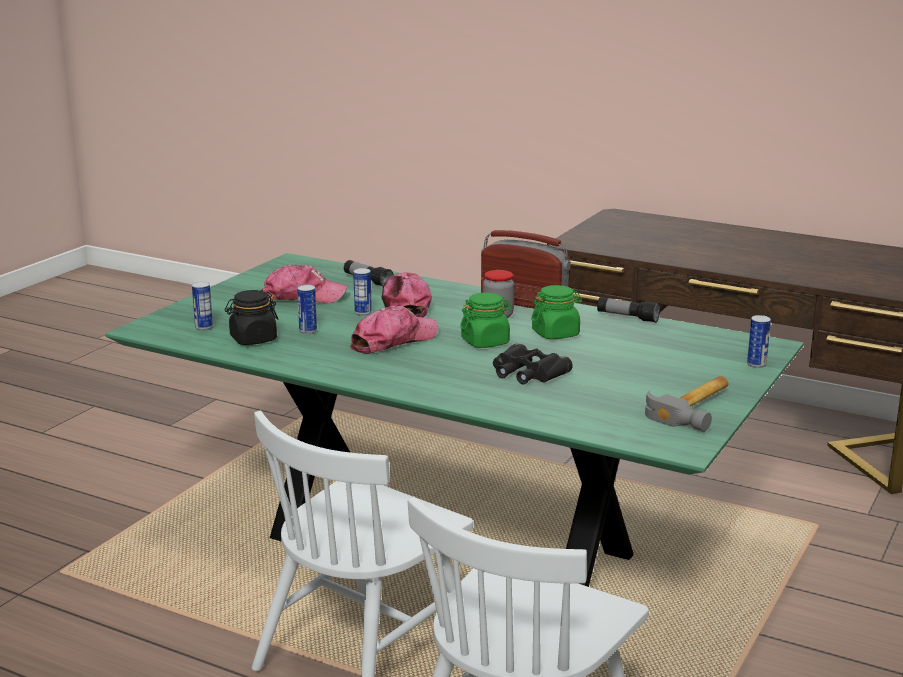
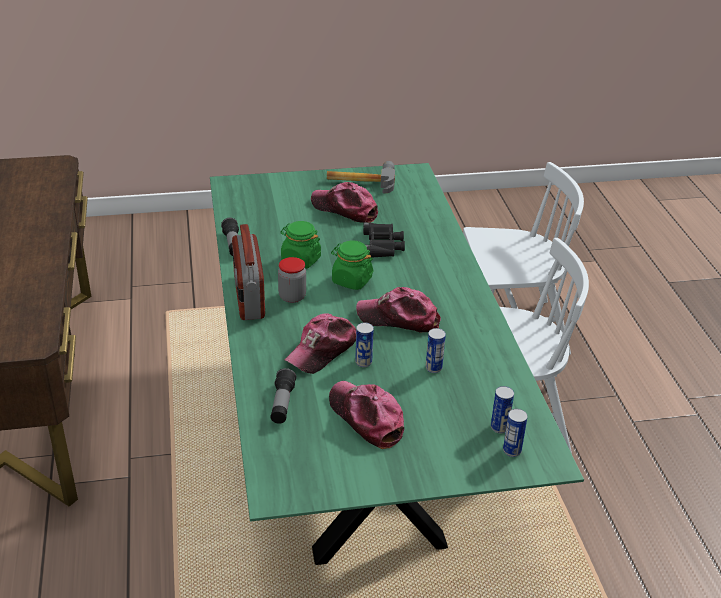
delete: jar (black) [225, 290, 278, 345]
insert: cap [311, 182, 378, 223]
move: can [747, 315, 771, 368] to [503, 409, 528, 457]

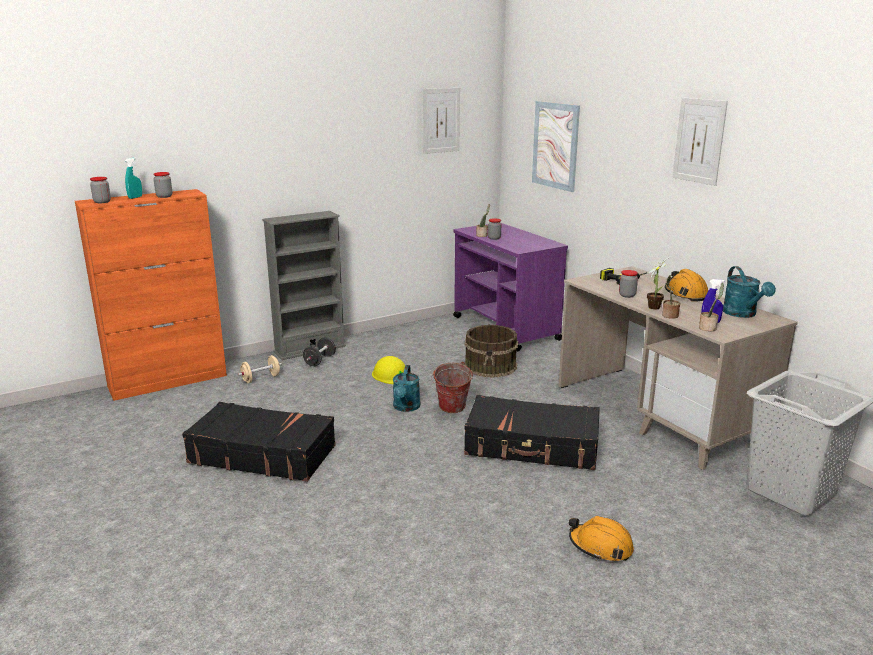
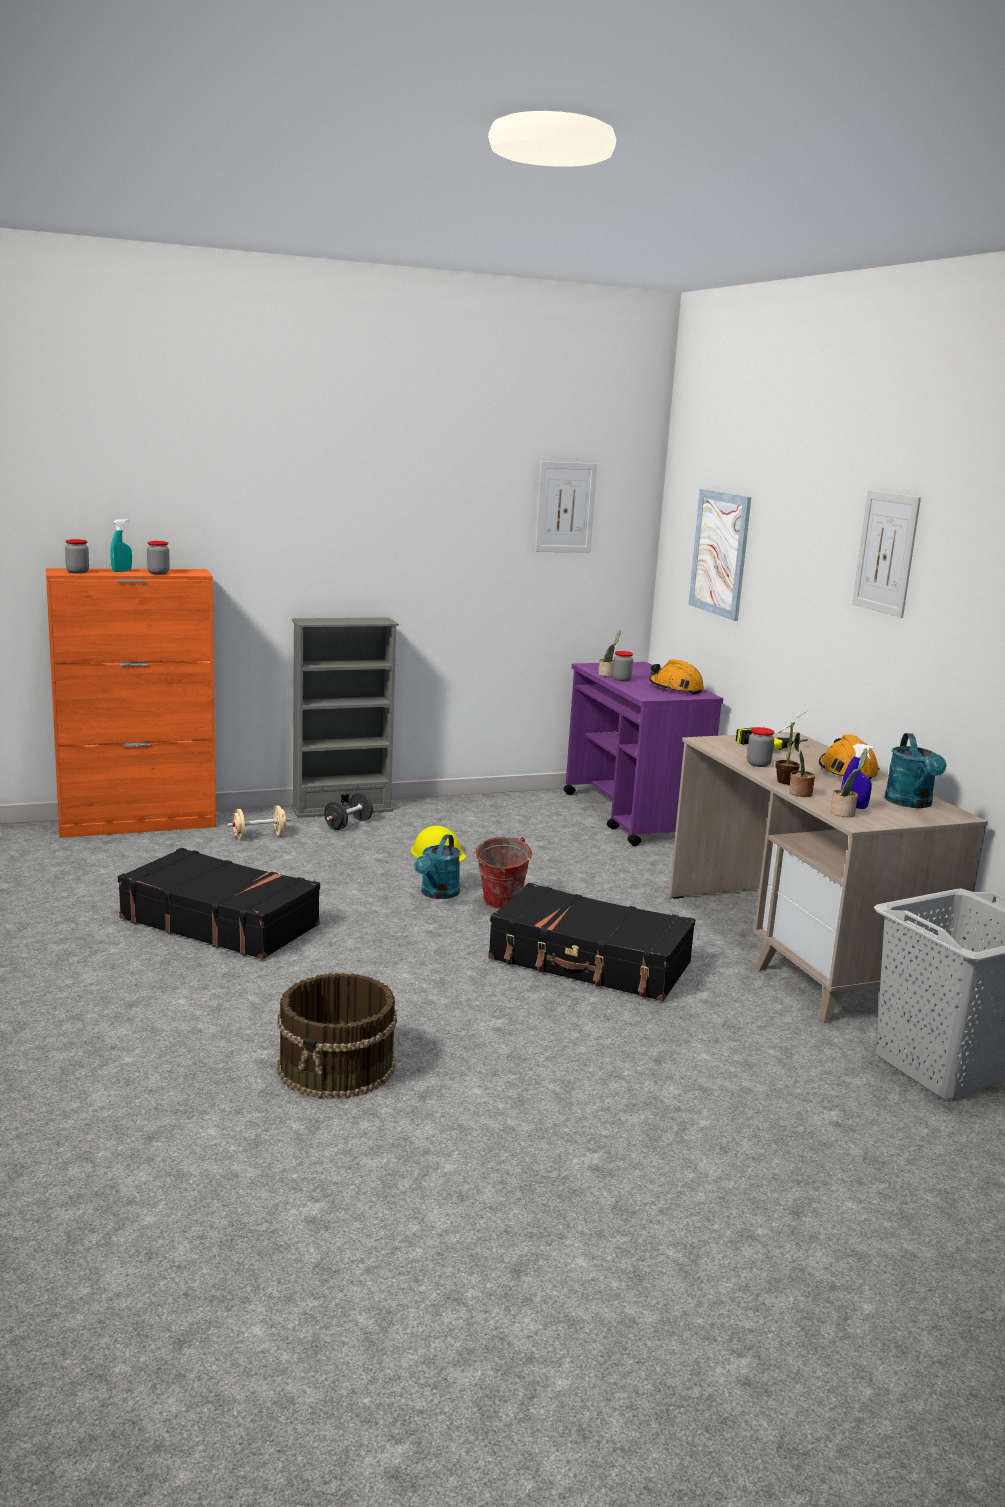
move: bucket (brown) [464, 325, 518, 378] to [277, 973, 397, 1100]; hard hat (orange) [569, 516, 634, 561] to [649, 659, 704, 694]

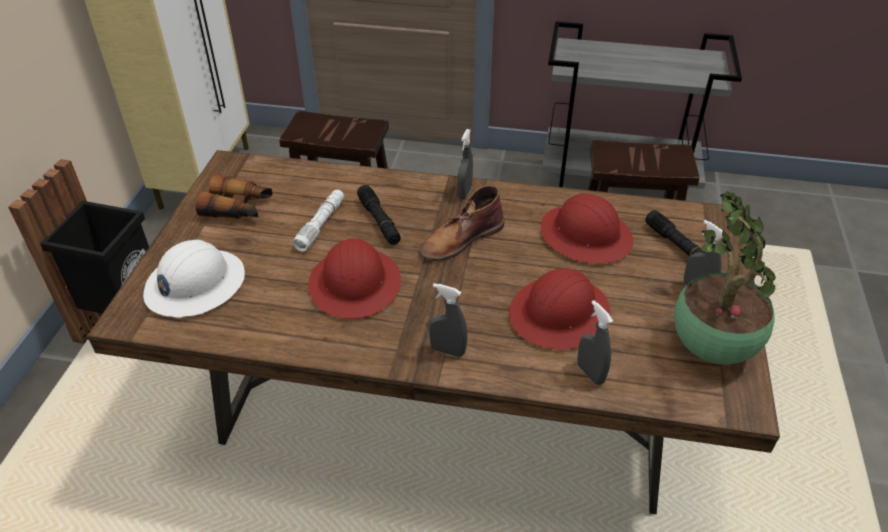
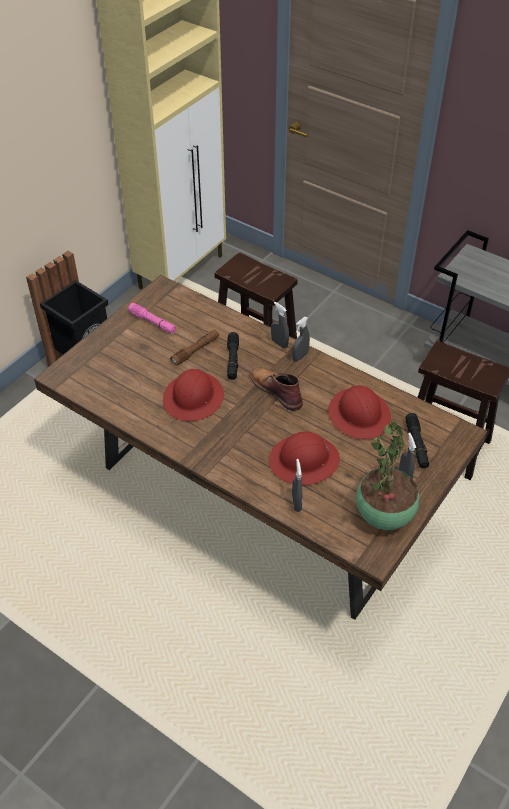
delete: hard hat (white) [143, 240, 245, 318]
move: spray bottle (grey) [429, 283, 468, 357] to [271, 302, 289, 348]
replace: binoculars [196, 174, 273, 219] to flashlight (pink) [128, 303, 176, 334]
recolor: flashlight (white) [293, 190, 344, 251] to flashlight (brown) [170, 330, 219, 366]
rotate: boot (brown) [419, 185, 504, 261] = [250, 367, 303, 411] 60 degrees clockwise

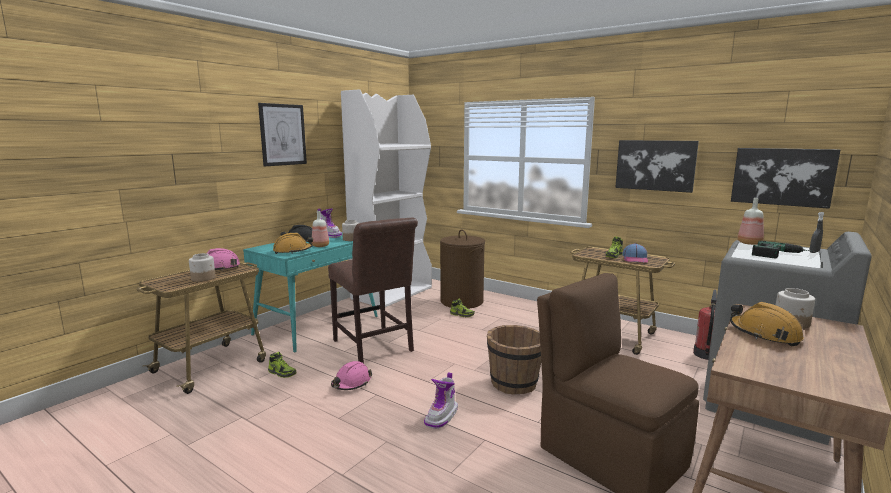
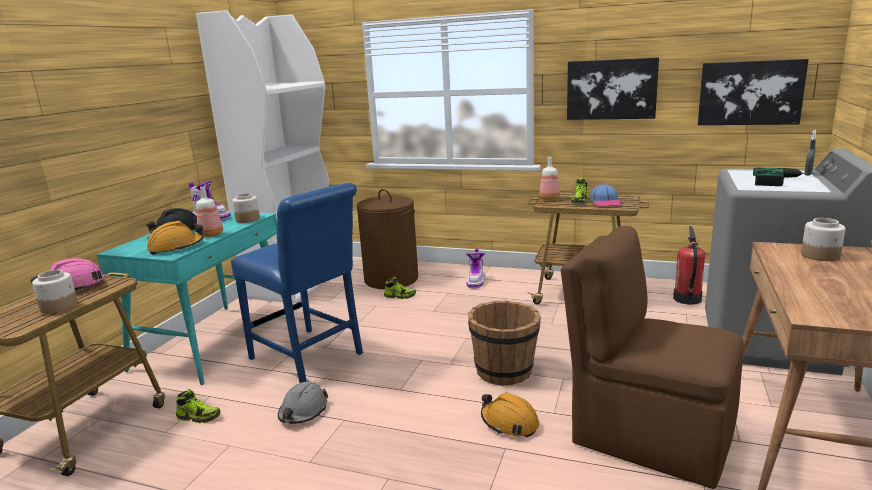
delete: picture [258, 103, 307, 166]
move: bottle [737, 198, 764, 245] to [539, 157, 560, 200]; hard hat (orange) [730, 302, 804, 347] to [481, 392, 539, 437]; boot [424, 372, 458, 429] to [466, 249, 485, 288]
recolor: chair (brown) [328, 218, 418, 363] to chair (blue) [231, 183, 363, 383]; hard hat (pink) [331, 361, 372, 390] to hard hat (grey) [278, 382, 328, 424]

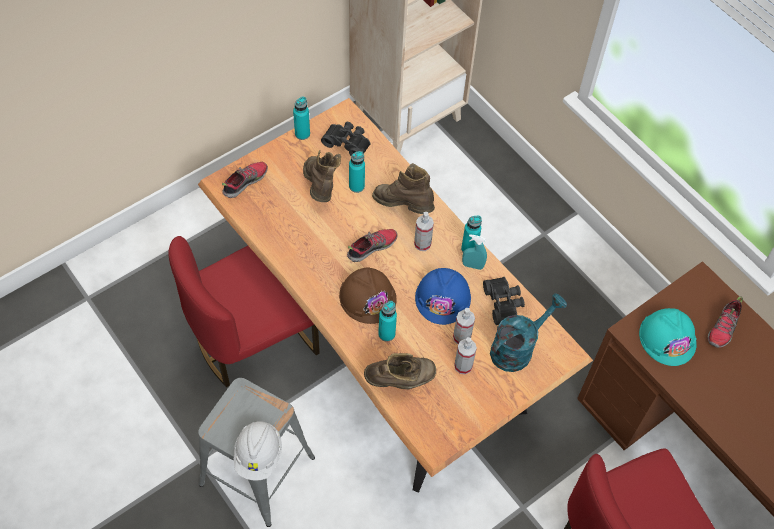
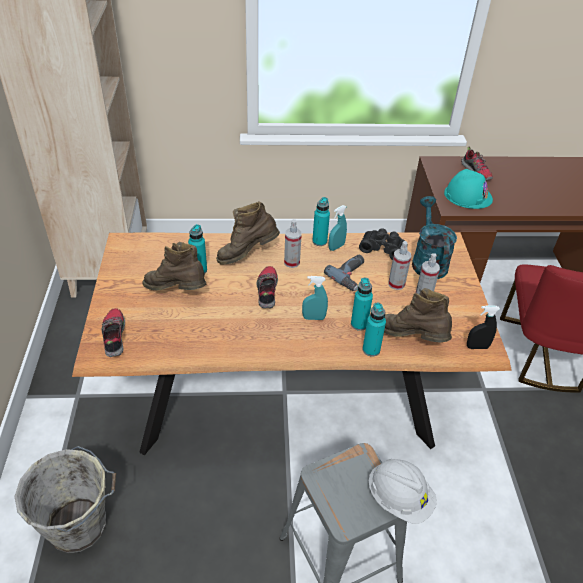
delete: binoculars (black) [321, 122, 370, 156]; chair (red) [168, 236, 320, 387]
insert: spray bottle (black) [467, 306, 500, 349]; bucket (grey) [15, 446, 116, 553]
move: bottle (turquoise) [293, 96, 310, 140] to [362, 303, 386, 357]
replace: hard hat (brown) [339, 267, 397, 324] to spray bottle (turquoise) [302, 276, 328, 320]; hard hat (blue) [415, 268, 471, 325] to power drill [324, 255, 364, 291]
rotate: boot (brown) [364, 353, 436, 389] = [384, 288, 452, 342] 75 degrees counterclockwise

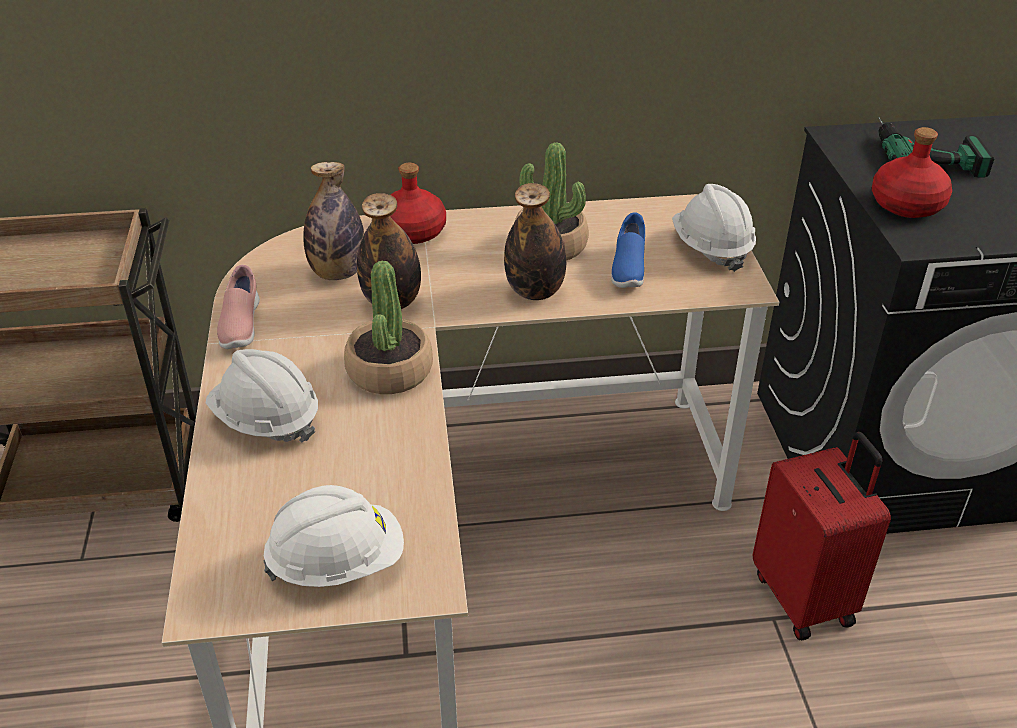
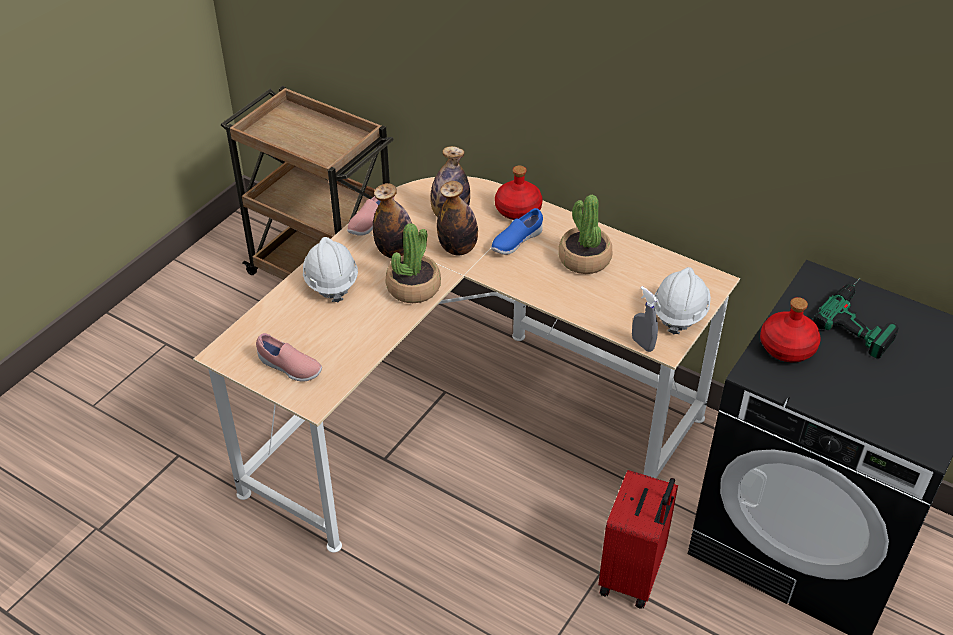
insert: spray bottle (grey) [632, 286, 658, 352]
move: bottle [504, 183, 566, 300] to [373, 183, 412, 258]; shoe (blue) [611, 212, 645, 288] to [491, 208, 543, 255]
replace: hard hat (white) [263, 485, 404, 587] to shoe (pink) [256, 333, 322, 382]

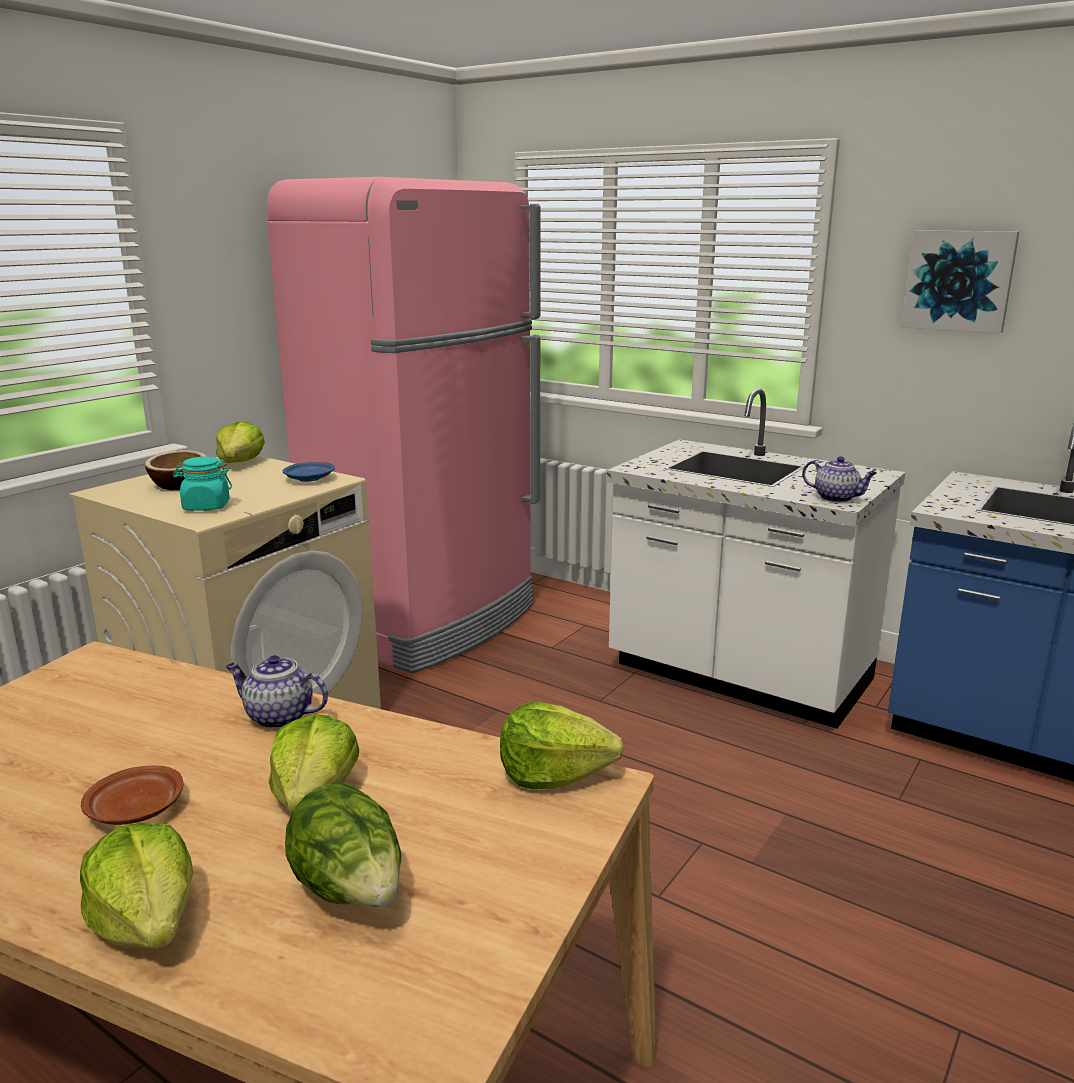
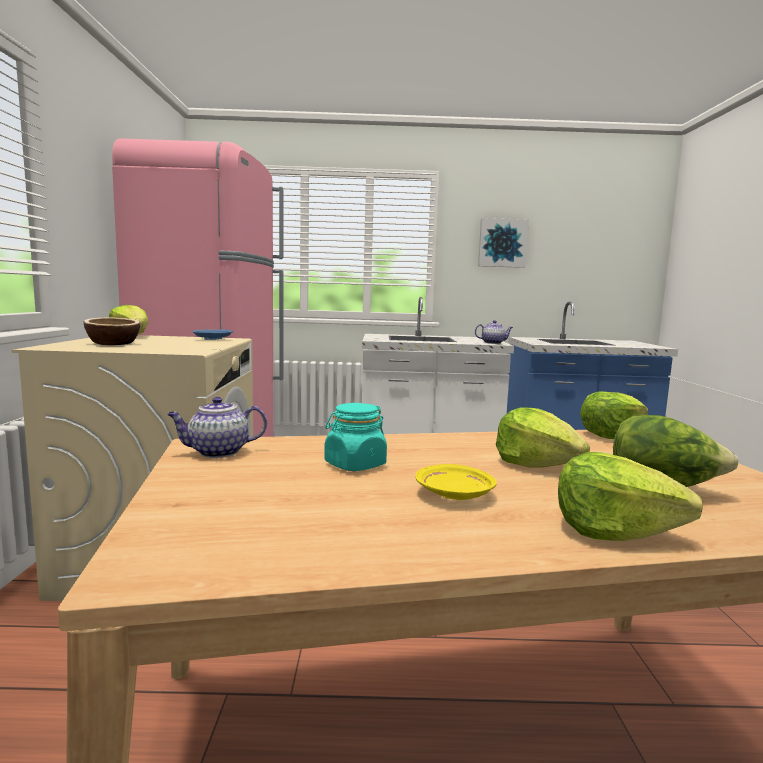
move: jar (turquoise) [173, 457, 232, 511] to [324, 403, 387, 471]; teapot [226, 655, 328, 729] to [167, 397, 267, 458]
recolor: plate (brown) [81, 766, 183, 825] to plate (yellow) [415, 464, 497, 500]

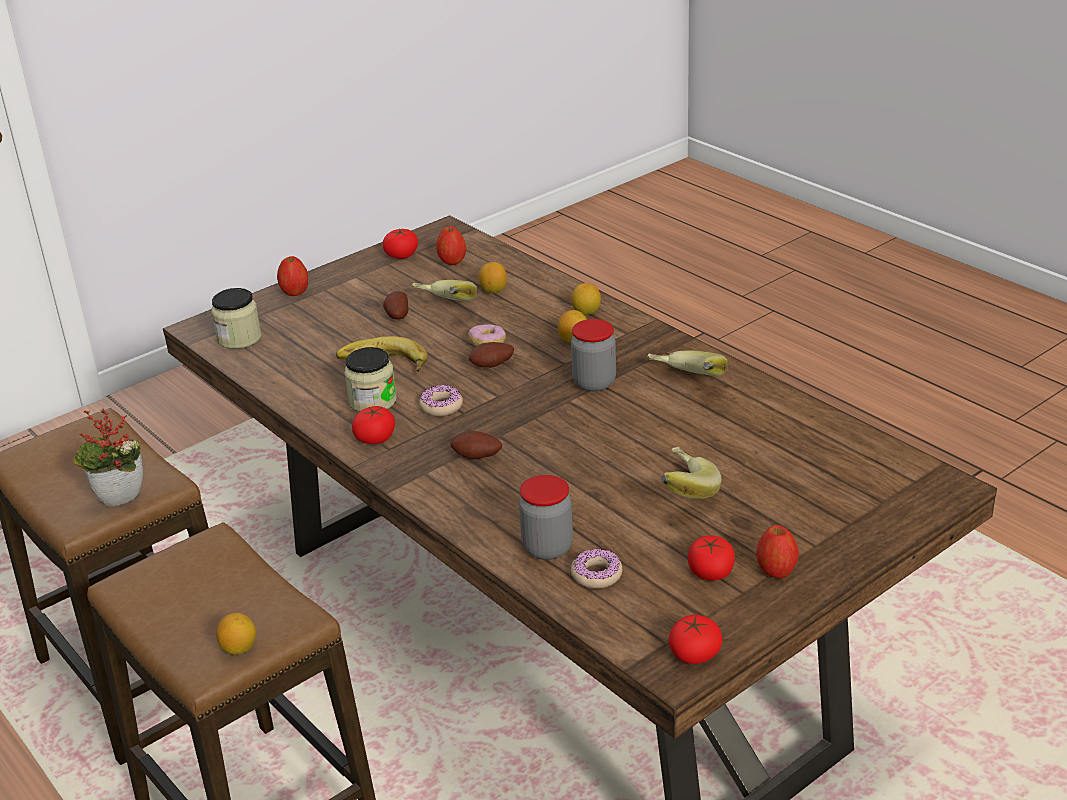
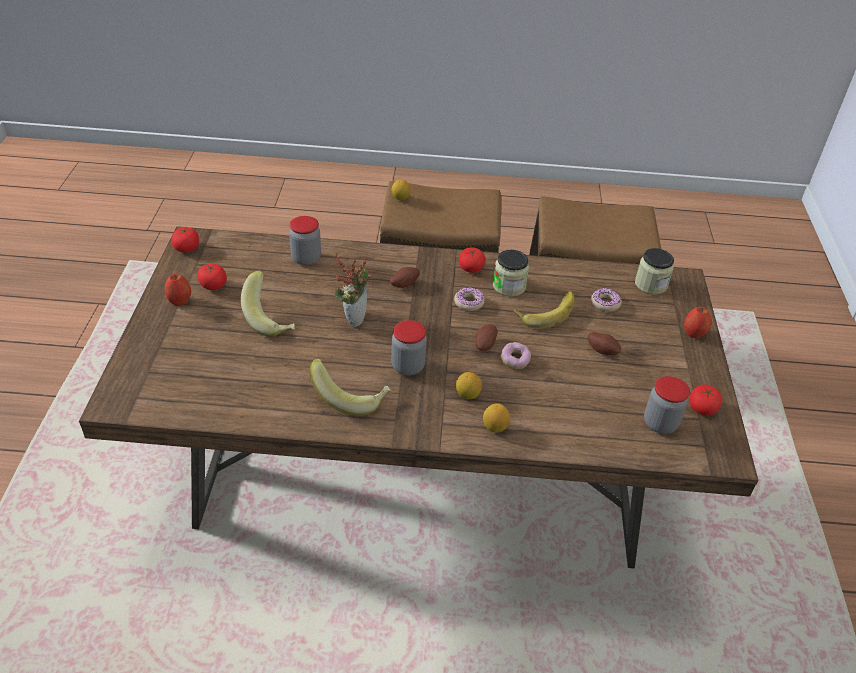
delete: lemon [478, 262, 507, 293]; banana [412, 280, 477, 302]
move: potted plant [73, 409, 143, 506] to [334, 253, 372, 327]; donut [571, 549, 622, 589] to [591, 288, 622, 312]
replace: apple [436, 226, 466, 265] to jar [644, 376, 690, 434]

